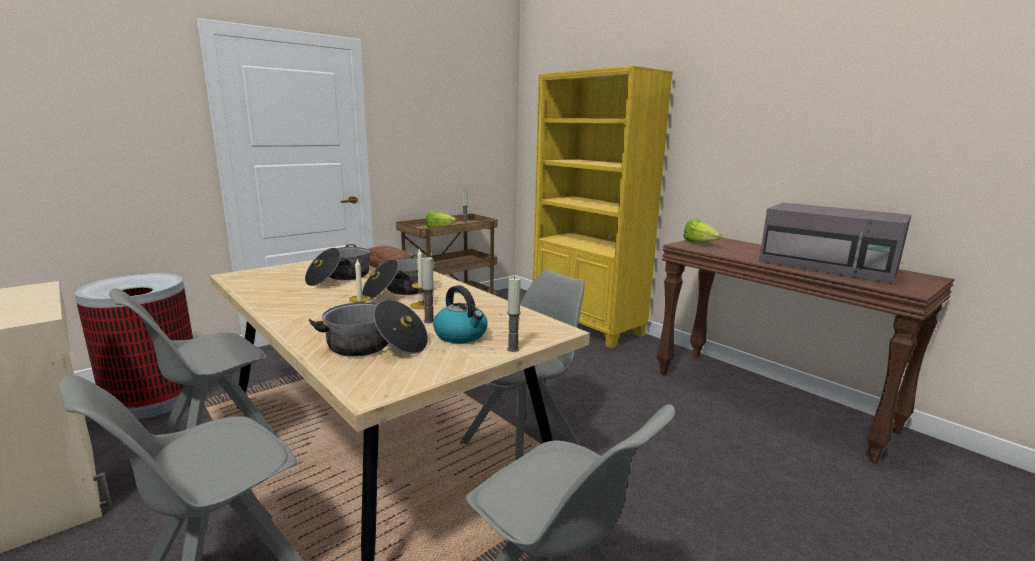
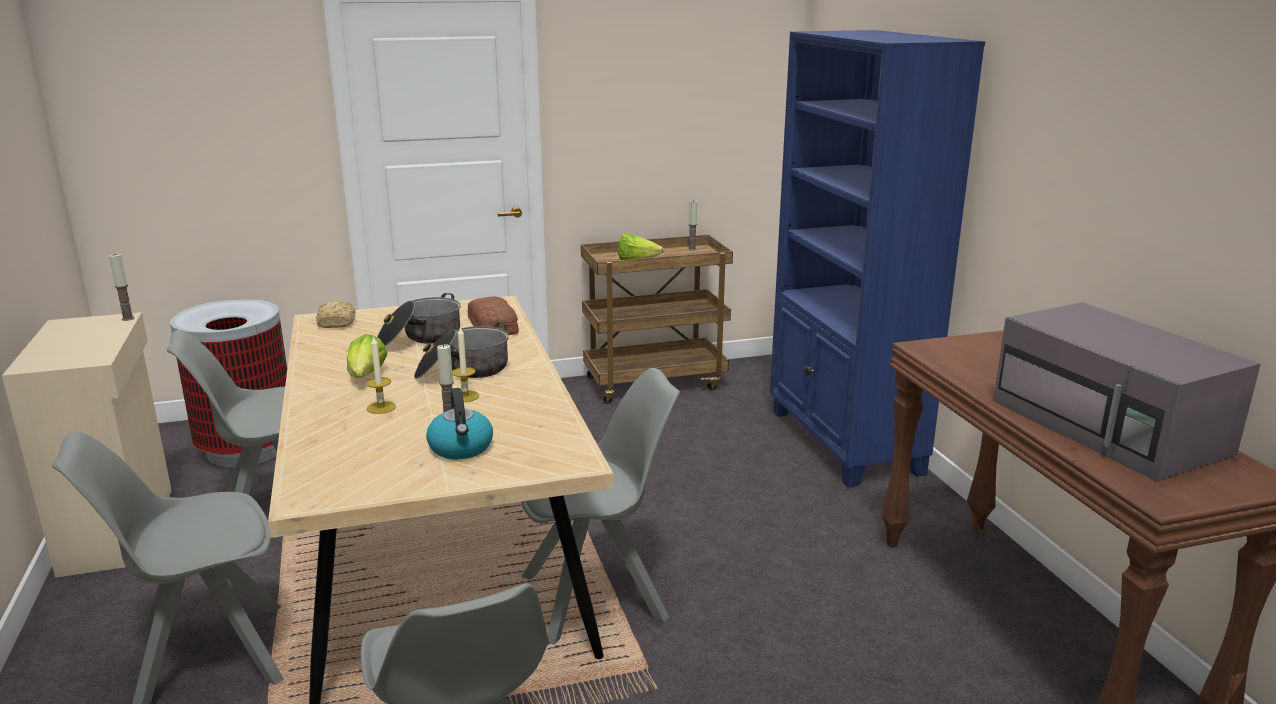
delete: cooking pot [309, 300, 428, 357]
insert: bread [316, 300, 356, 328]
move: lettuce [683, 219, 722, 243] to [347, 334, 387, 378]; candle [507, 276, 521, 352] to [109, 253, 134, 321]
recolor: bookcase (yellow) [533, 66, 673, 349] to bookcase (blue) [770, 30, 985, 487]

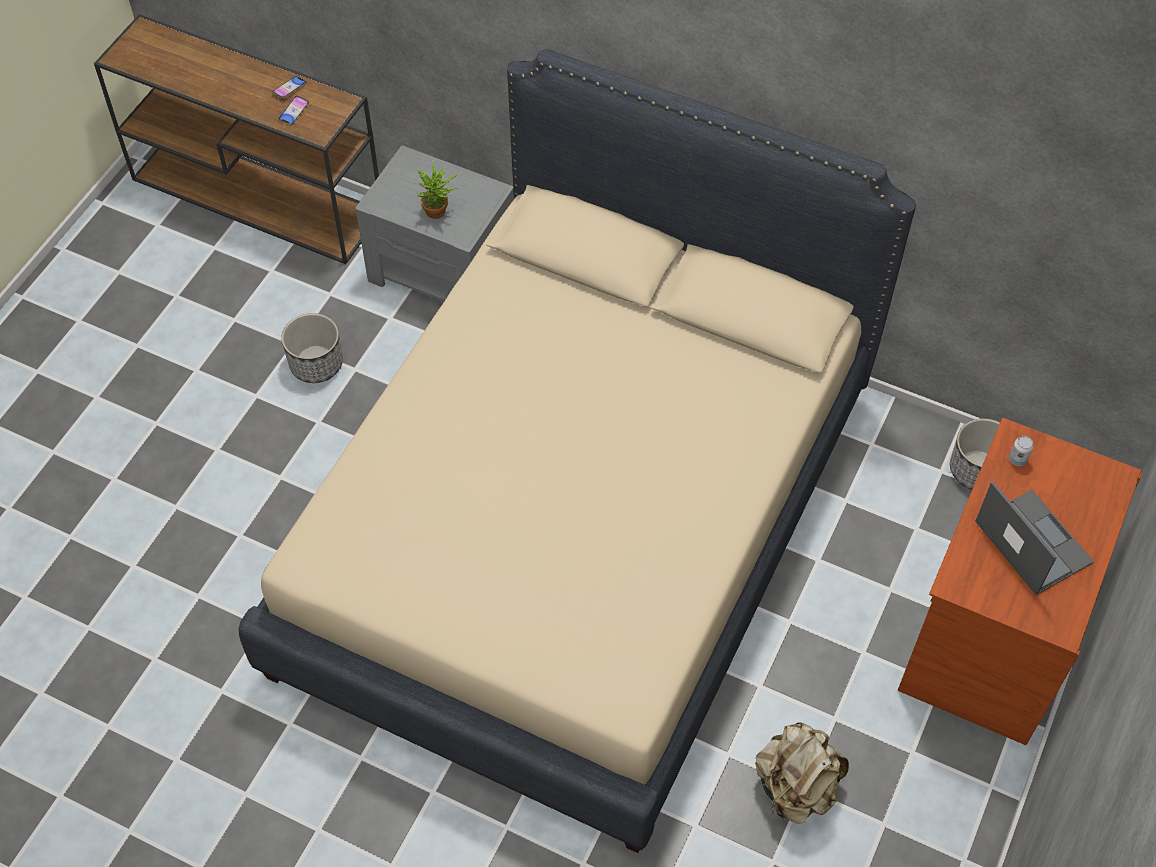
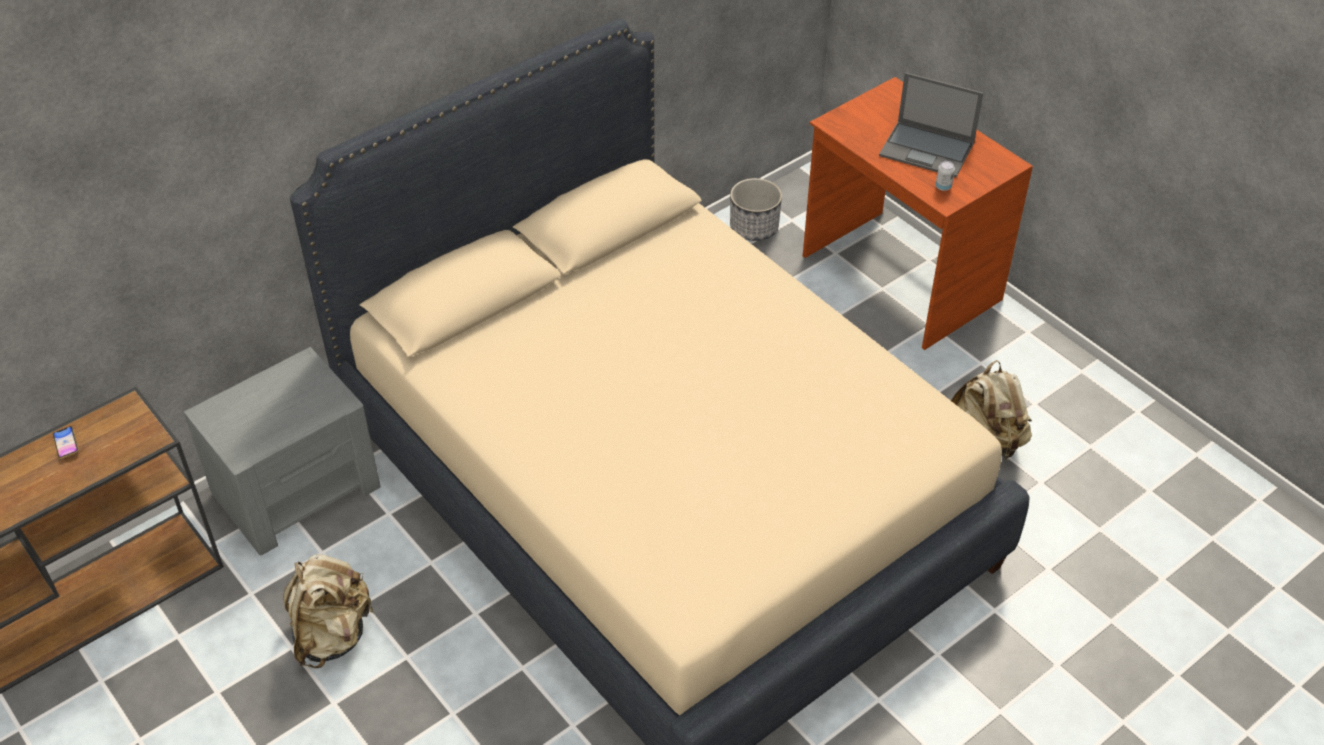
delete: phone [278, 96, 309, 126]; potted plant [417, 160, 457, 219]
move: can [1009, 436, 1034, 466] to [936, 161, 955, 191]
replace: planter [281, 313, 343, 383] to backpack (beige) [283, 554, 375, 668]
rotate: laptop [975, 481, 1094, 595] = [879, 72, 983, 177] 150 degrees counterclockwise

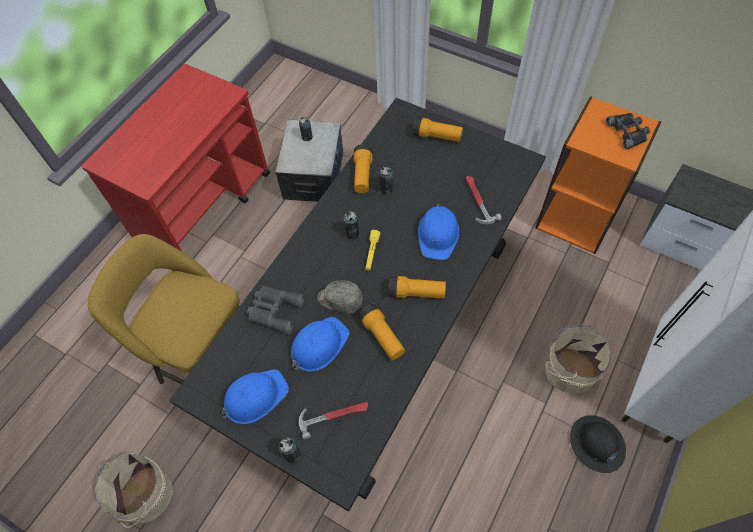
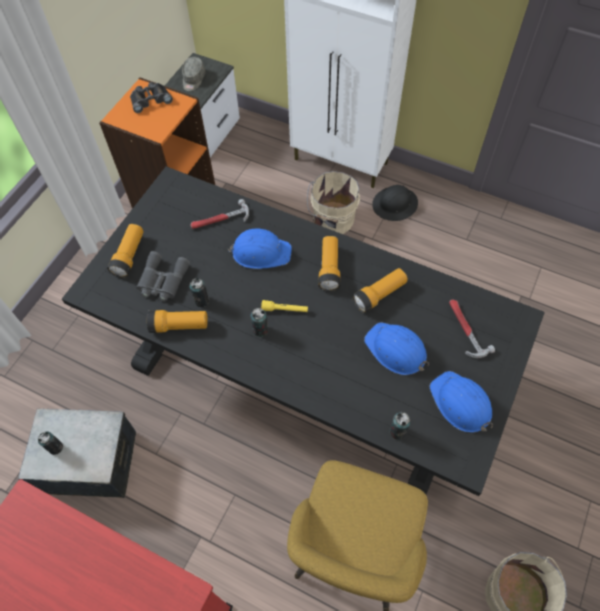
move: cap (grey) [317, 280, 363, 313] to [182, 57, 206, 91]; binoculars (grey) [247, 286, 304, 334] to [136, 251, 190, 302]; can [279, 437, 301, 463] to [389, 412, 411, 440]

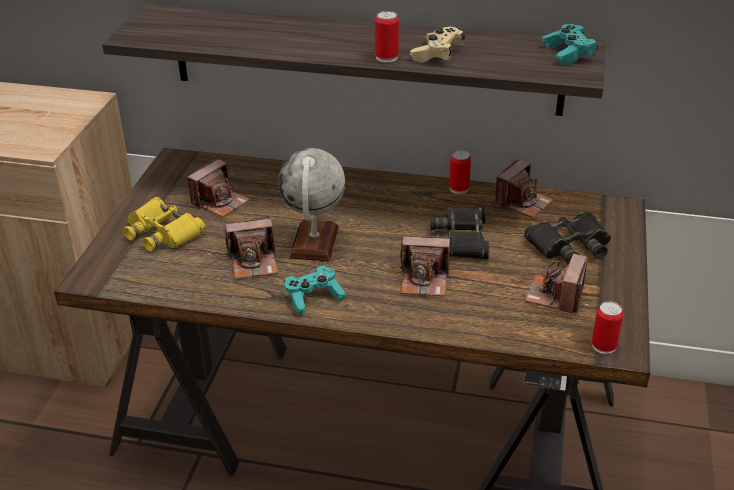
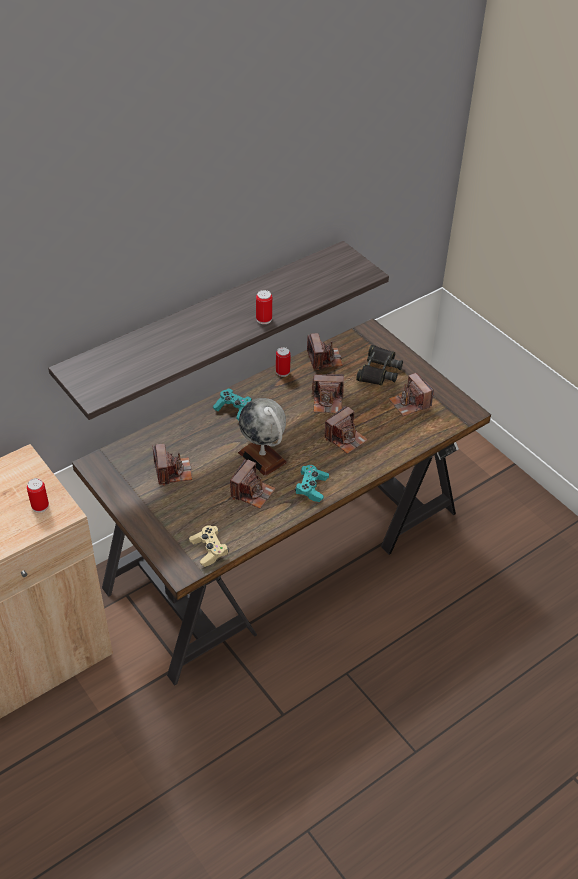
delete: binoculars (yellow) [123, 197, 206, 252]
move: game controller (turquoise) [542, 24, 598, 65] to [213, 388, 252, 420]; game controller (beige) [410, 27, 465, 63] to [189, 525, 229, 567]; can [592, 301, 623, 354] to [27, 478, 49, 513]
replace: binoculars (black) [430, 206, 490, 259] to photo camera [312, 374, 344, 413]

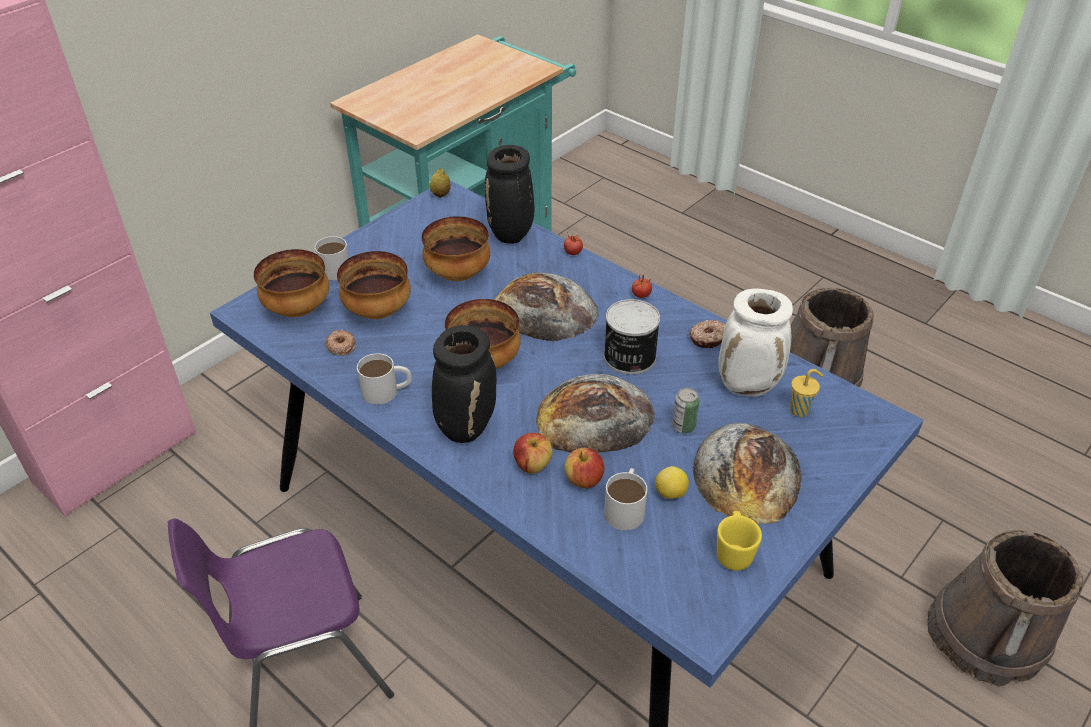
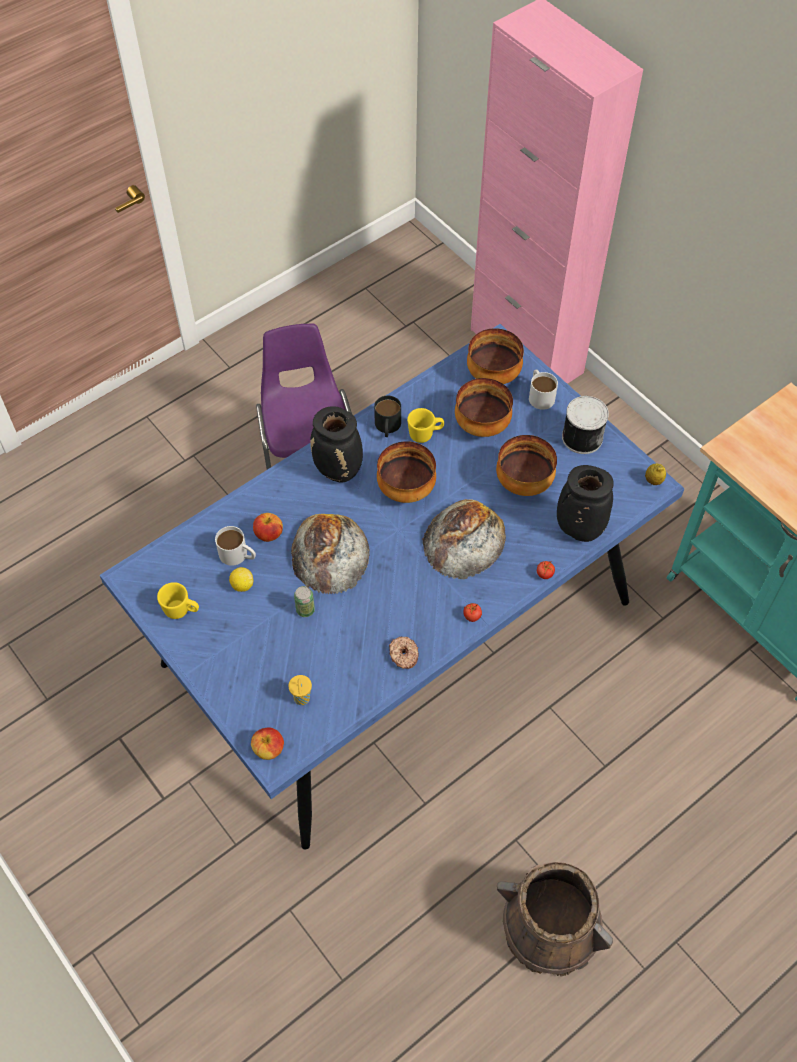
delete: vase (white) [718, 288, 793, 397]; donut [325, 330, 356, 356]; bread [693, 423, 802, 524]; bucket (brown) [927, 530, 1084, 686]
insert: mug (yellow) [407, 408, 444, 443]
move: can [604, 299, 660, 375] to [562, 396, 609, 454]; apple [513, 433, 553, 474] to [251, 727, 284, 760]
recolor: mug (white) [357, 353, 411, 404] to mug (black) [374, 396, 401, 437]

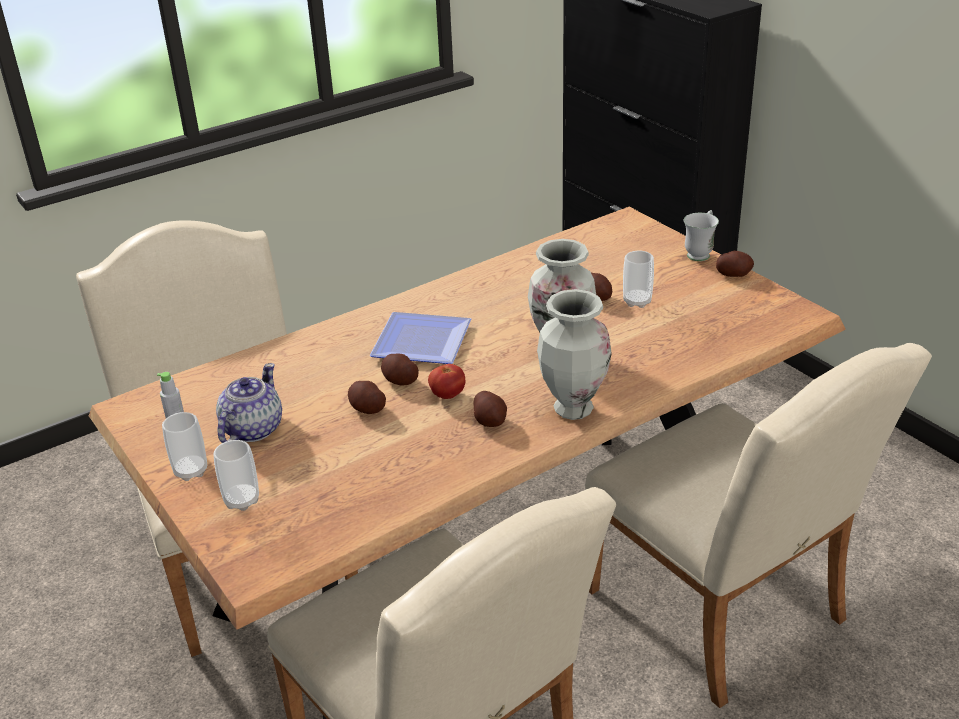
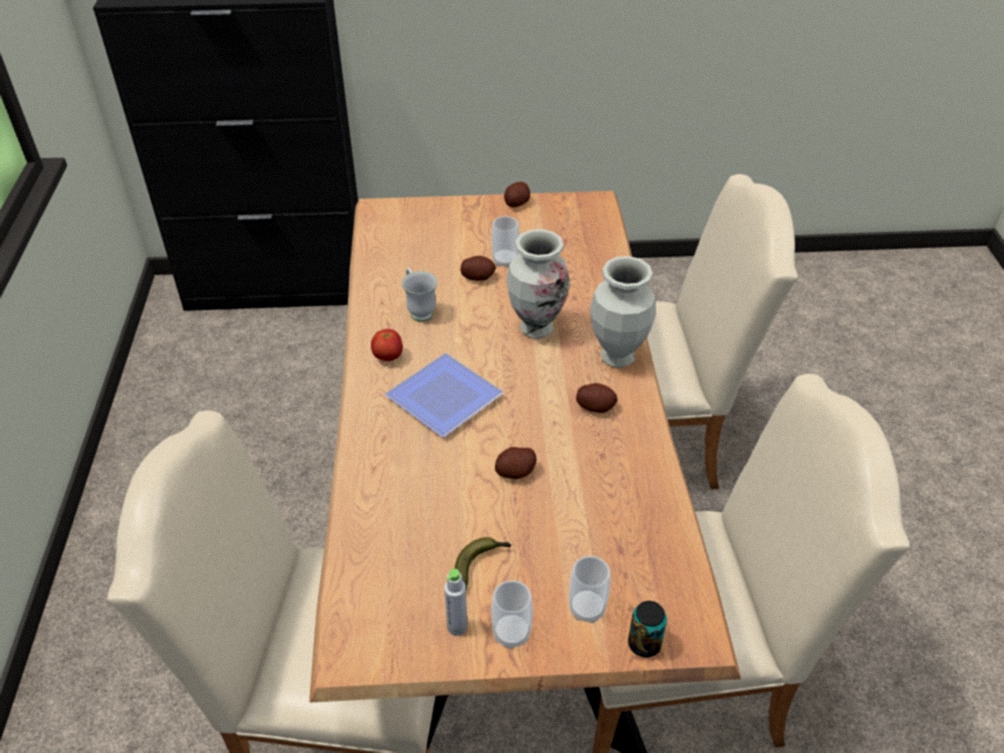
delete: potato [381, 354, 419, 385]
insert: can [628, 601, 667, 657]
move: mug (white) [684, 210, 719, 261] to [402, 268, 438, 322]; tomato [428, 364, 465, 399] to [371, 329, 403, 361]
replace: teapot [216, 363, 282, 443] to banana [455, 537, 511, 590]

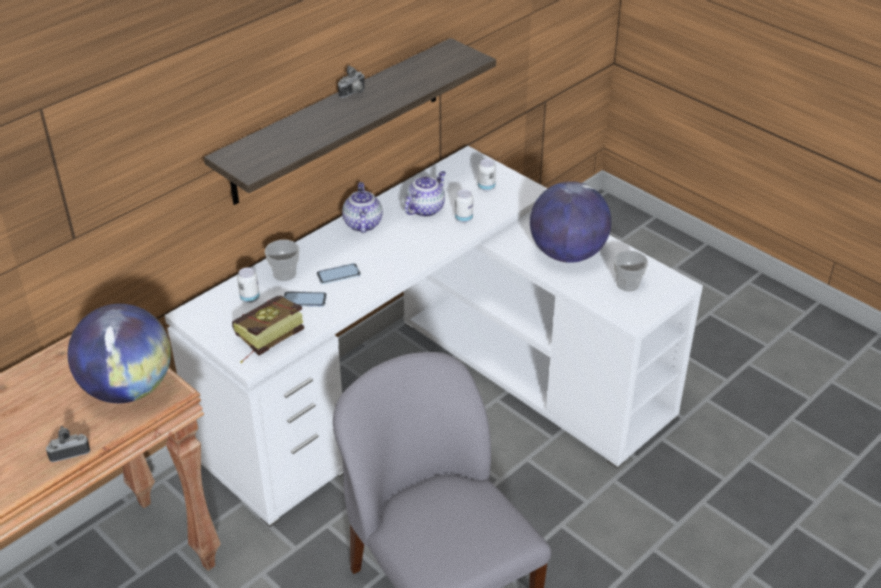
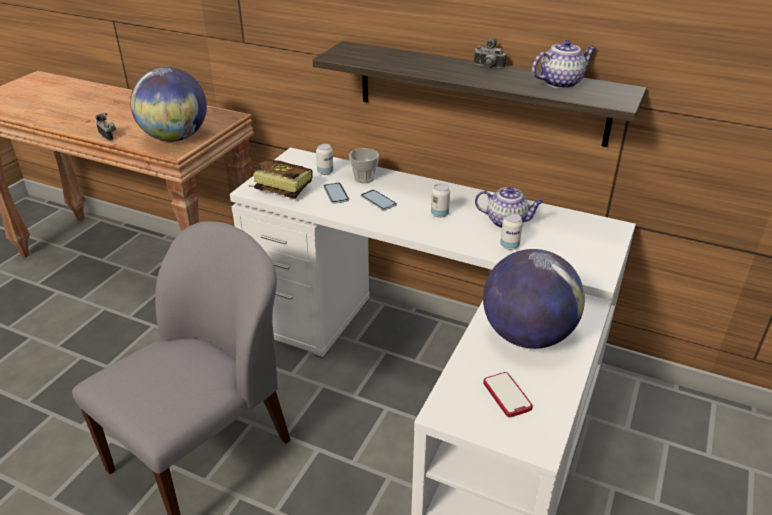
move: can [478, 159, 496, 192] to [431, 183, 450, 218]; teapot [342, 182, 383, 233] to [532, 40, 596, 89]
replace: cup [614, 250, 648, 292] to phone [483, 372, 533, 417]

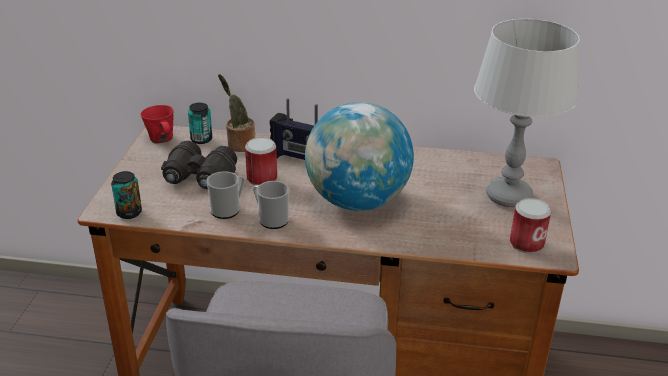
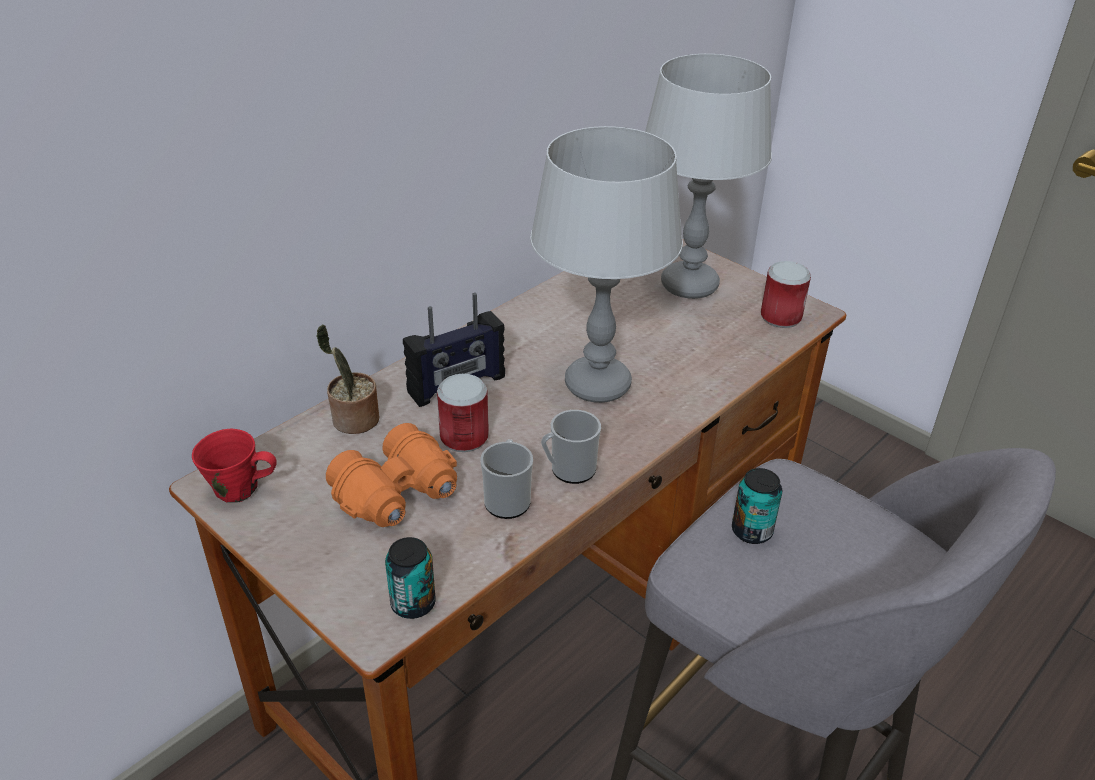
move: can [188, 102, 212, 144] to [732, 468, 782, 544]
replace: globe [305, 102, 414, 211] to table lamp (grey) [530, 126, 683, 403]
recolor: binoculars (black) [161, 141, 237, 189] to binoculars (orange) [326, 423, 457, 527]

